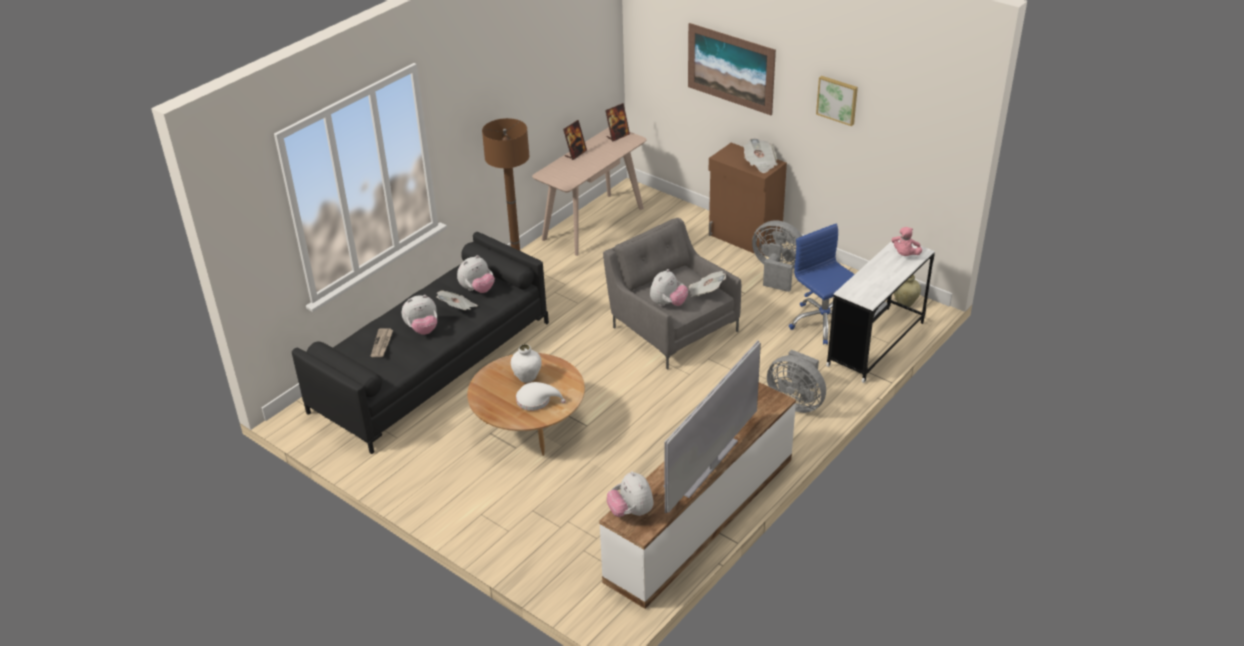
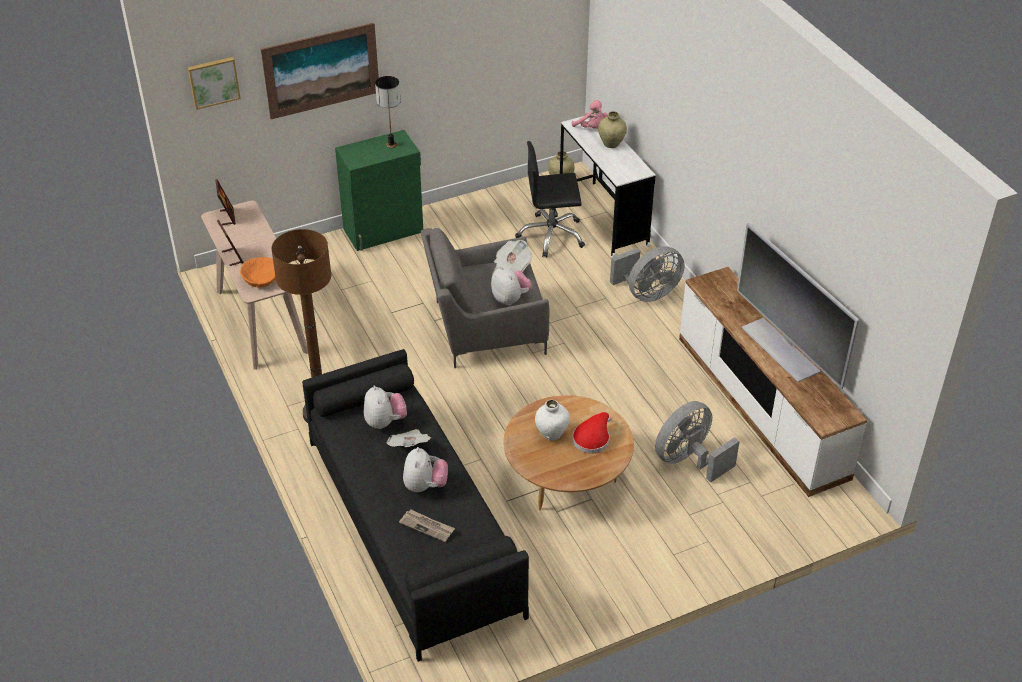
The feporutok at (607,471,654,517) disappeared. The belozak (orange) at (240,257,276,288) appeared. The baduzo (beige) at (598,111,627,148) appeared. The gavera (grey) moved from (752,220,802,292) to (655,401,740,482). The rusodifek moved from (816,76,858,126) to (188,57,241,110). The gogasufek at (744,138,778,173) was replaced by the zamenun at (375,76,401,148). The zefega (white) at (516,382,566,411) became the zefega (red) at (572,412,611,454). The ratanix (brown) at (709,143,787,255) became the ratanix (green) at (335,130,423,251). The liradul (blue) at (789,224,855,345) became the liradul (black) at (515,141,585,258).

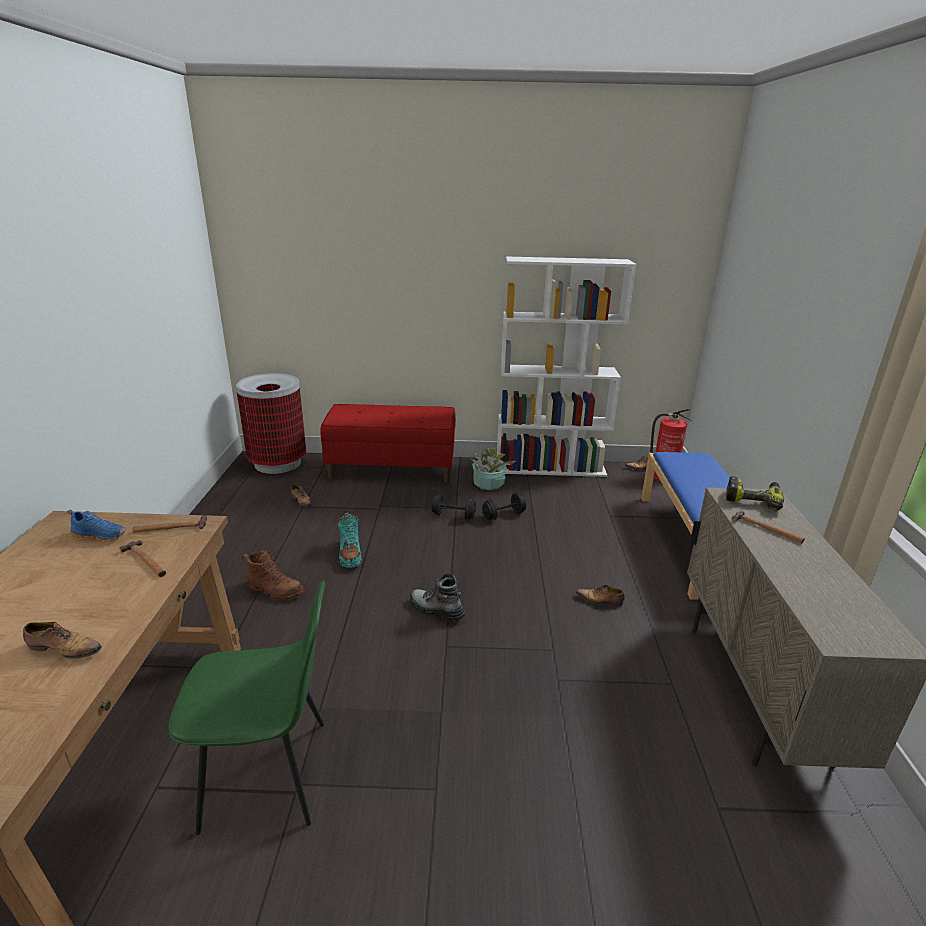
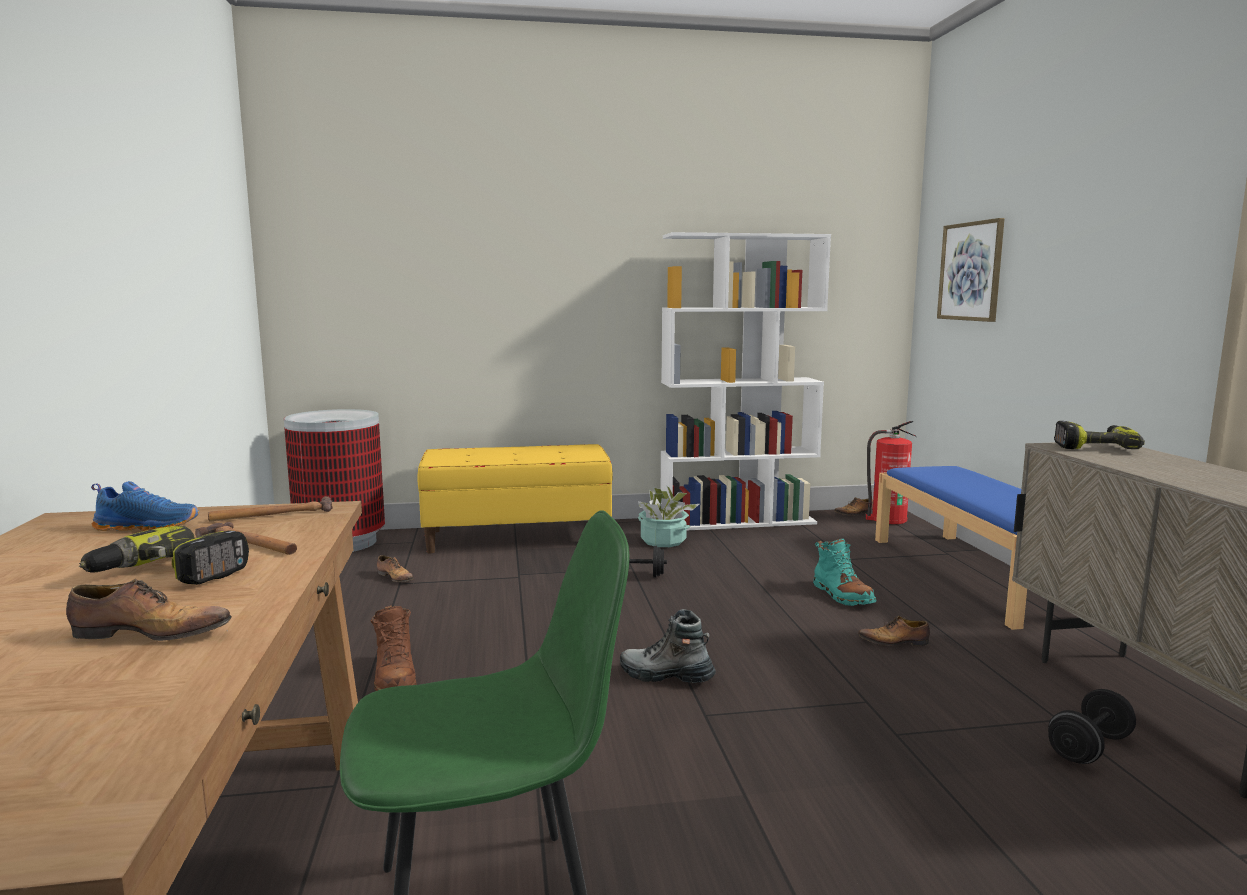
The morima at (732,511,805,544) disappeared. The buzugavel at (79,526,249,585) appeared. The rusodifek at (937,218,1005,322) appeared. The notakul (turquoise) moved from (337,512,362,568) to (813,539,876,606). The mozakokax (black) moved from (482,493,526,521) to (1048,689,1136,764). The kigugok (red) at (320,404,456,483) became the kigugok (yellow) at (418,444,613,553). The notakul (brown) at (242,550,304,601) turned 60 degrees clockwise.

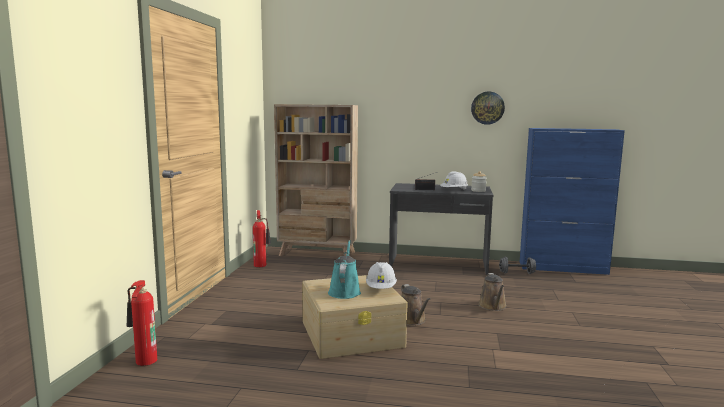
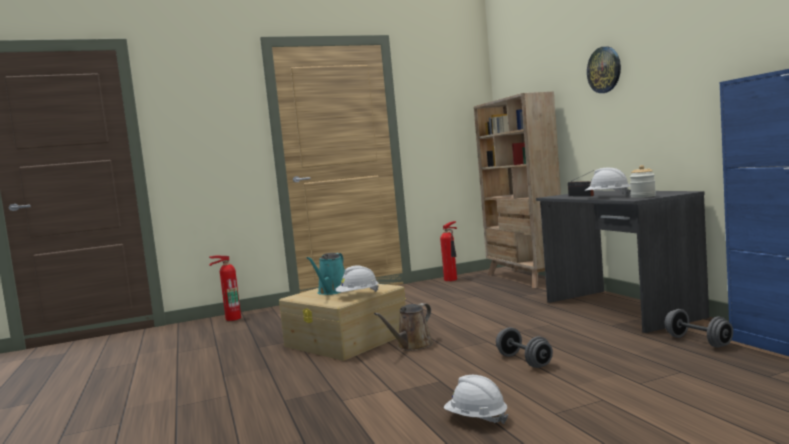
The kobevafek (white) at (444,375,508,424) appeared. The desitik moved from (471,92,505,125) to (587,47,621,93). The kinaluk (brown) at (478,273,507,311) was replaced by the mozakokax (grey) at (496,327,553,368). The kinaluk (turquoise) at (328,240,361,299) turned 135 degrees clockwise.

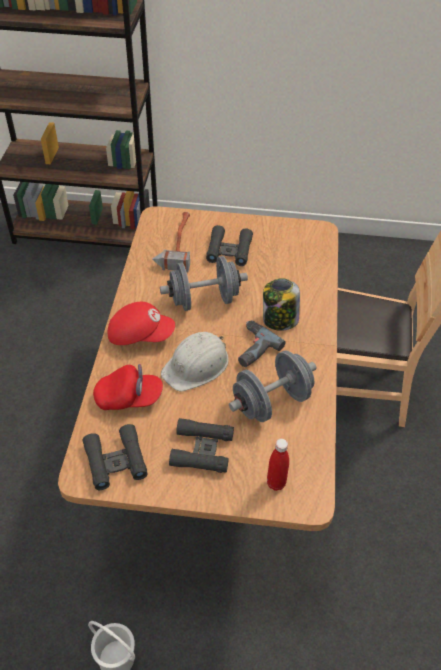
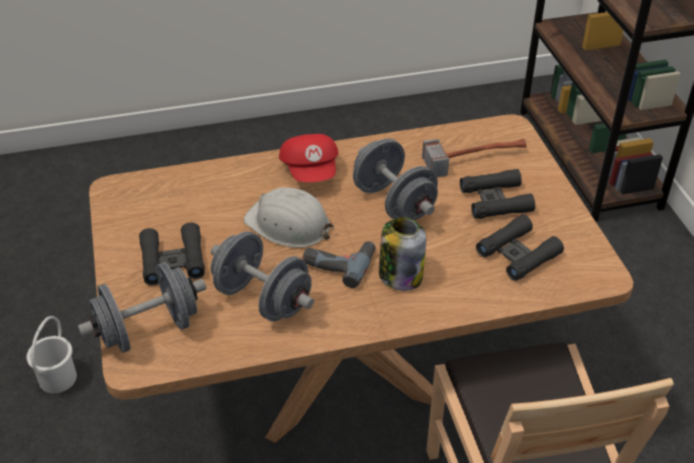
The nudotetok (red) at (93,364,163,410) disappeared. The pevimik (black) moved from (82,424,148,490) to (476,215,564,281). The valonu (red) at (267,439,289,491) was replaced by the mozakokax (grey) at (78,262,206,353).

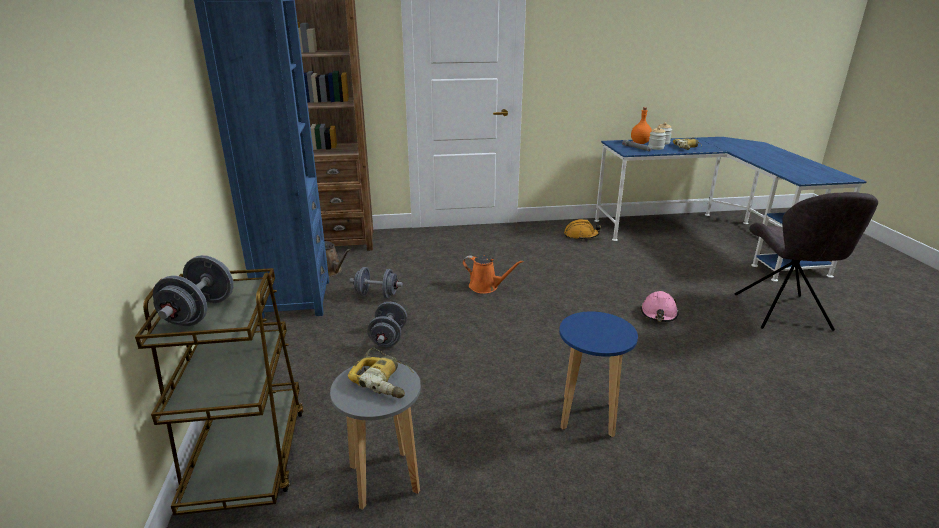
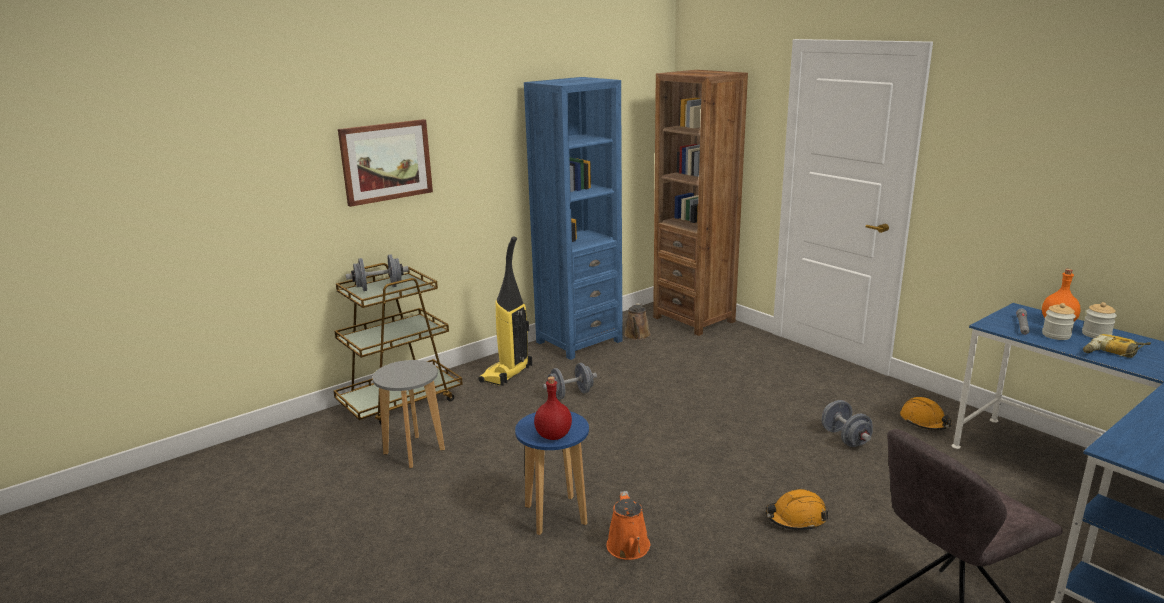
The buzugavel at (348,347,414,398) disappeared. The rusodifek at (338,119,433,207) appeared. The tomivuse at (479,236,532,386) appeared. The valonu (red) at (534,376,572,440) appeared. The mozakokax (grey) moved from (350,267,403,298) to (822,400,873,447). The kinaluk (orange) moved from (462,256,524,294) to (606,491,650,560). The kobevafek (pink) at (640,291,678,322) became the kobevafek (orange) at (766,489,828,531).

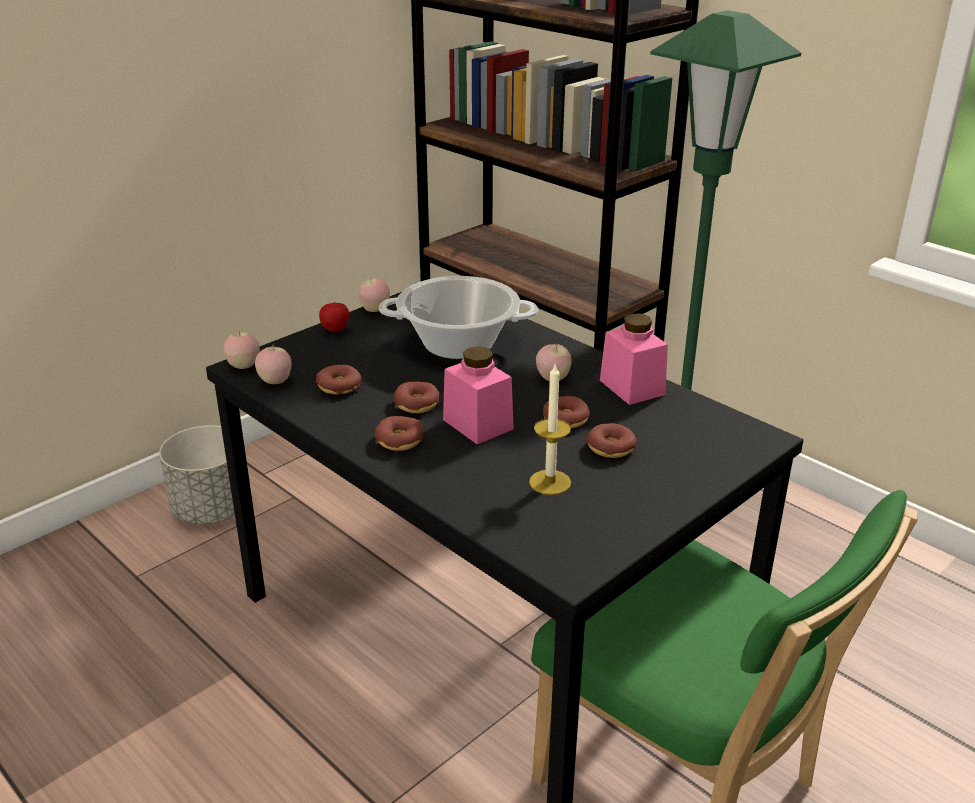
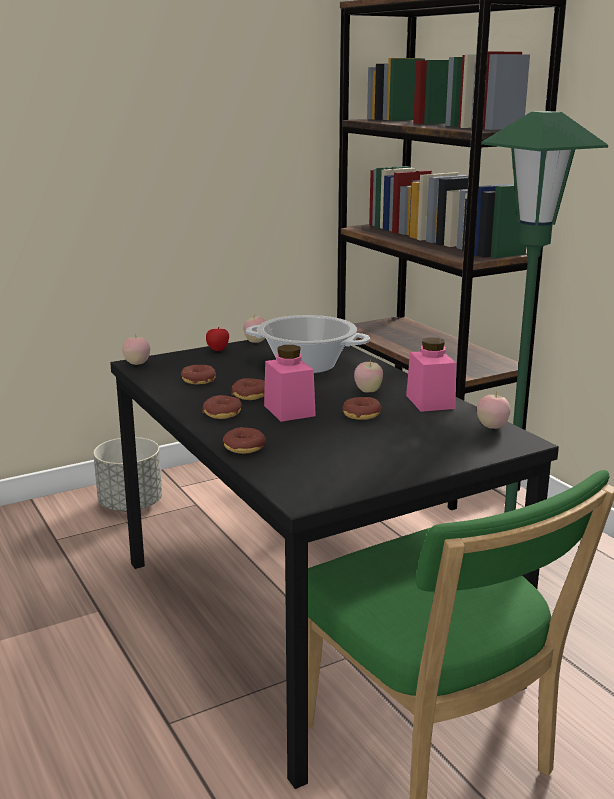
The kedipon at (529,362,571,495) disappeared. The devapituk moved from (255,345,292,384) to (477,391,510,429). The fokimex moved from (586,423,637,458) to (223,427,266,454).

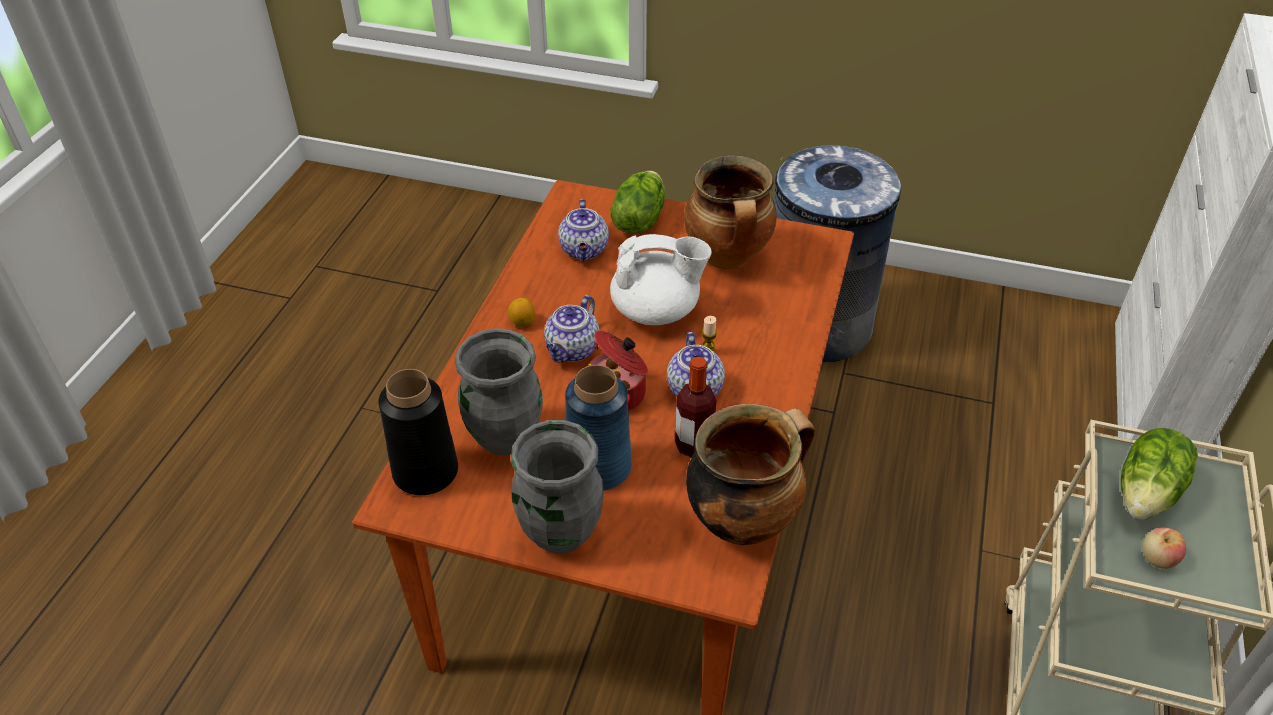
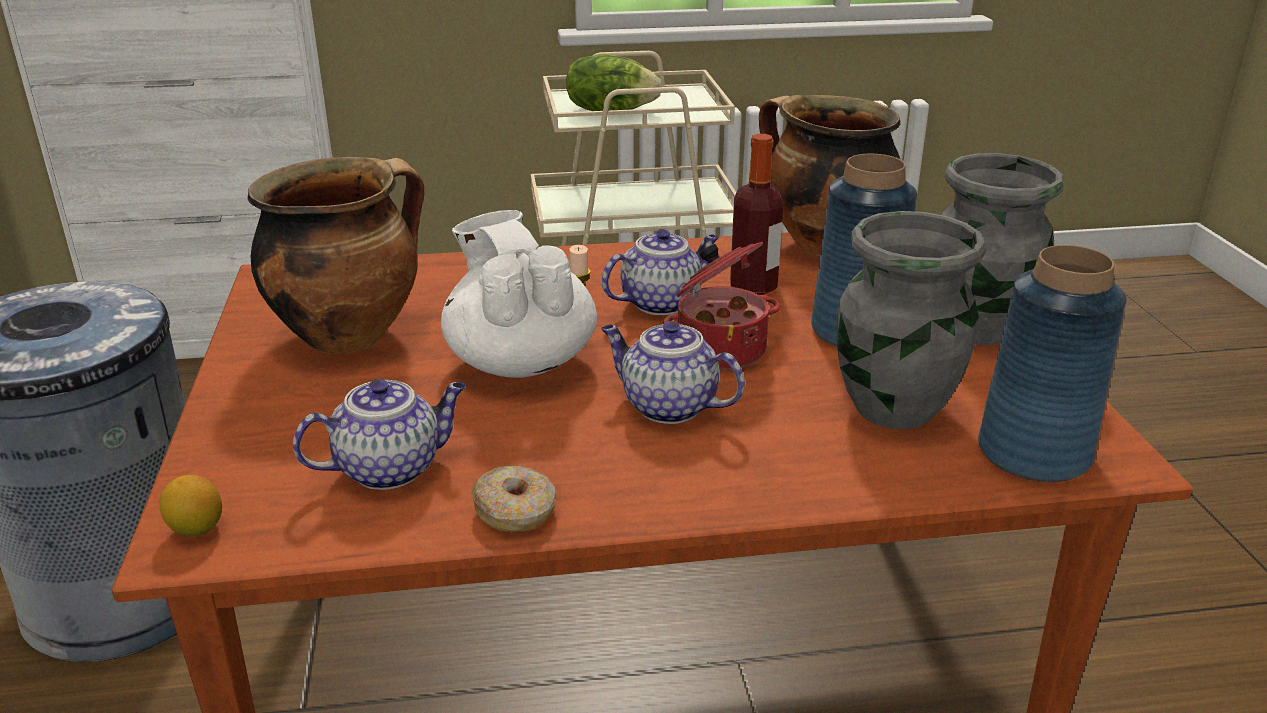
The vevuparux at (610,171,665,234) disappeared. The devapituk at (1142,528,1186,569) disappeared. The fokimex at (472,466,556,532) appeared. The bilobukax moved from (508,298,535,327) to (159,475,222,536). The baduzo (black) at (378,369,458,495) became the baduzo (blue) at (978,245,1127,483). The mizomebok at (544,295,600,363) turned 150 degrees counterclockwise.

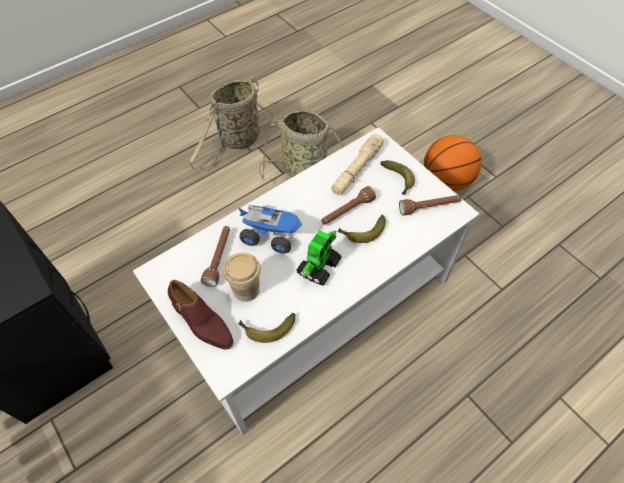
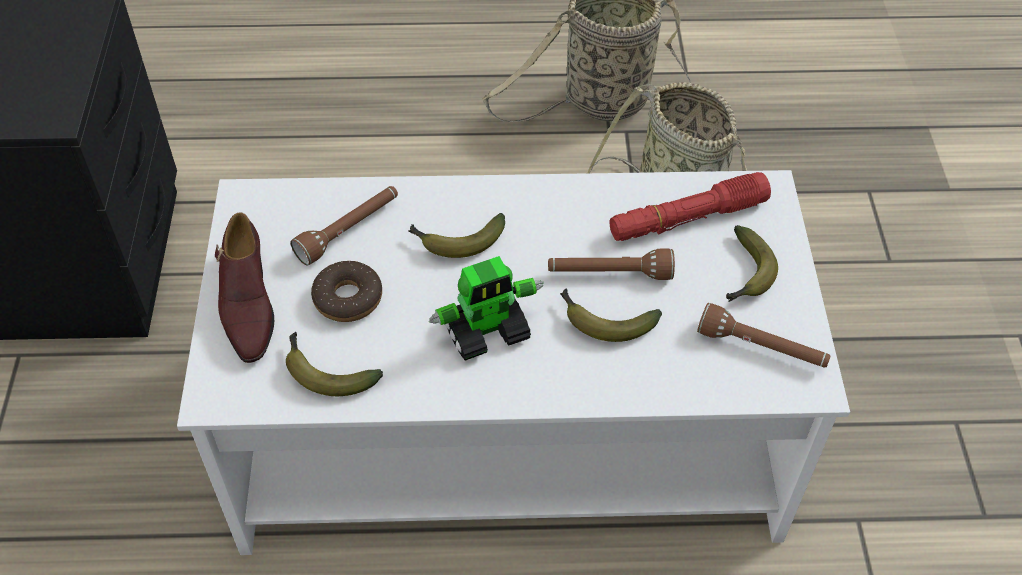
The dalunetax at (424,135,482,191) disappeared. The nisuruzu at (223,252,261,302) was replaced by the fokimex at (311,261,382,322). The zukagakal at (238,204,302,254) was replaced by the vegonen at (408,213,505,258). The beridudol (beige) at (331,134,384,195) became the beridudol (red) at (609,172,771,241).

